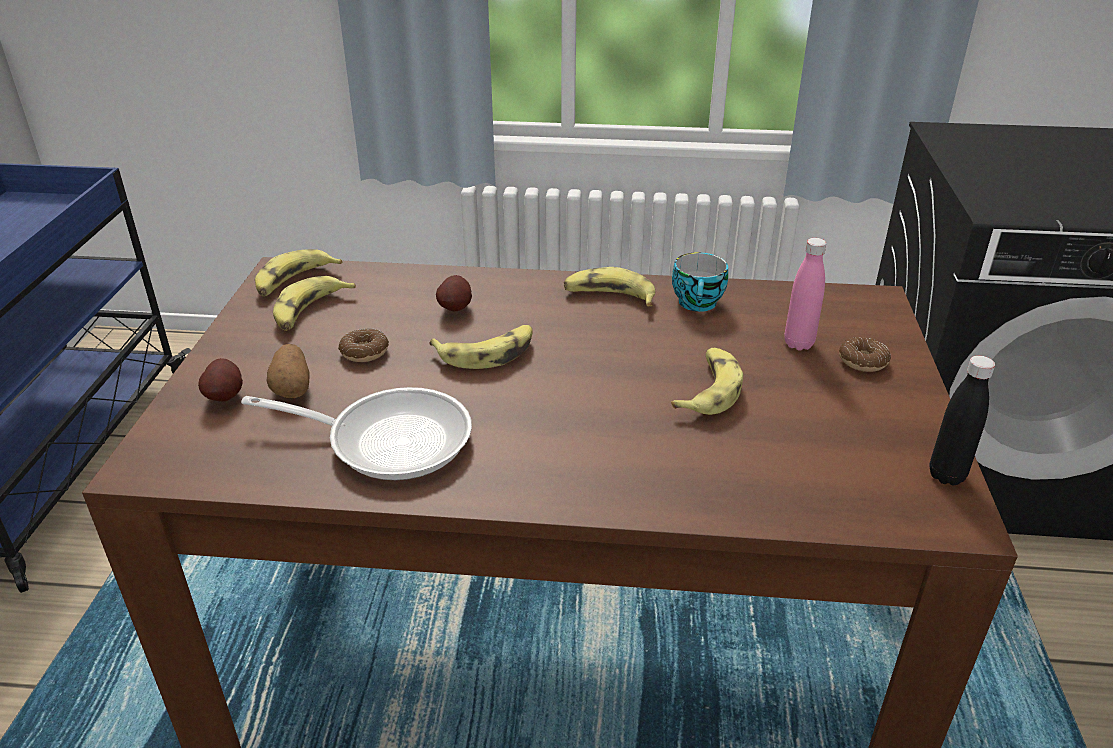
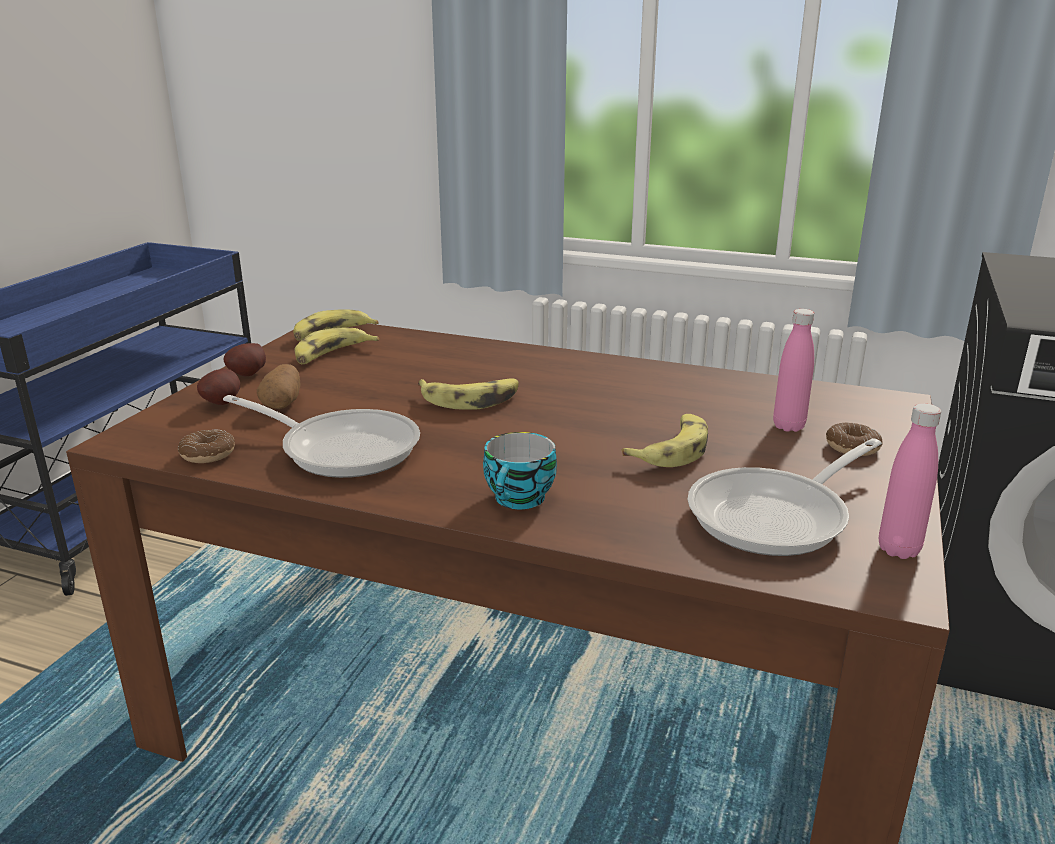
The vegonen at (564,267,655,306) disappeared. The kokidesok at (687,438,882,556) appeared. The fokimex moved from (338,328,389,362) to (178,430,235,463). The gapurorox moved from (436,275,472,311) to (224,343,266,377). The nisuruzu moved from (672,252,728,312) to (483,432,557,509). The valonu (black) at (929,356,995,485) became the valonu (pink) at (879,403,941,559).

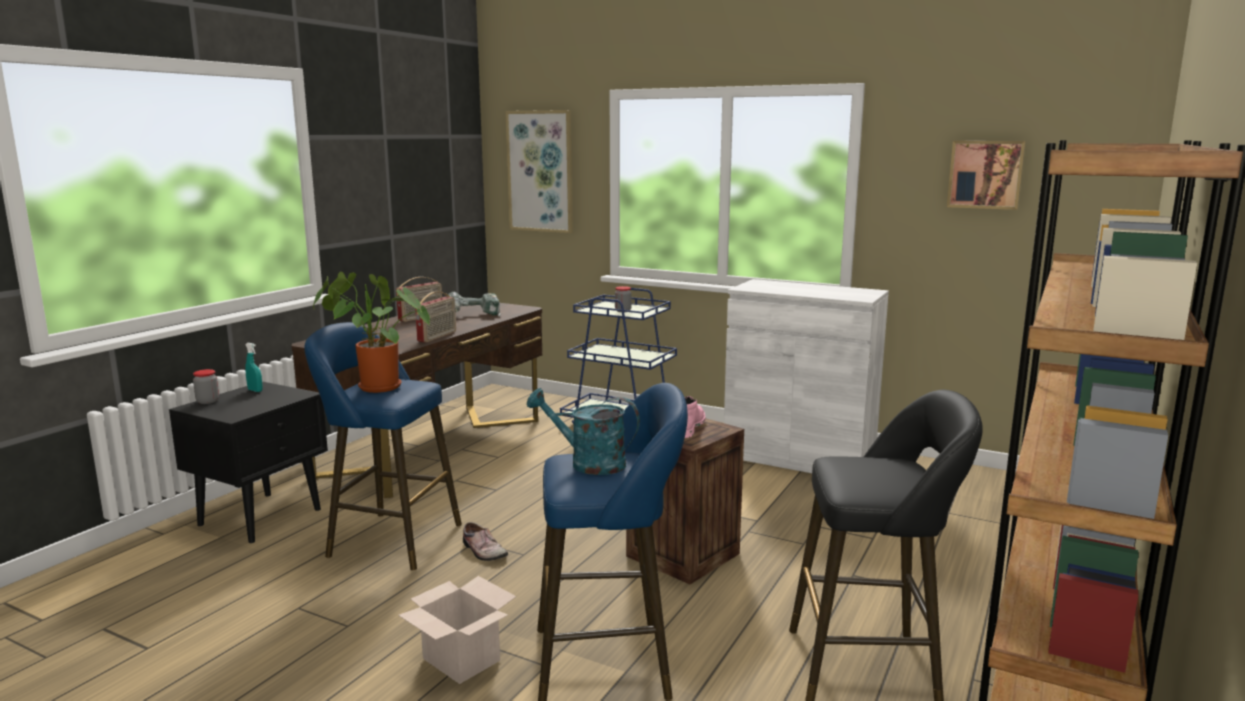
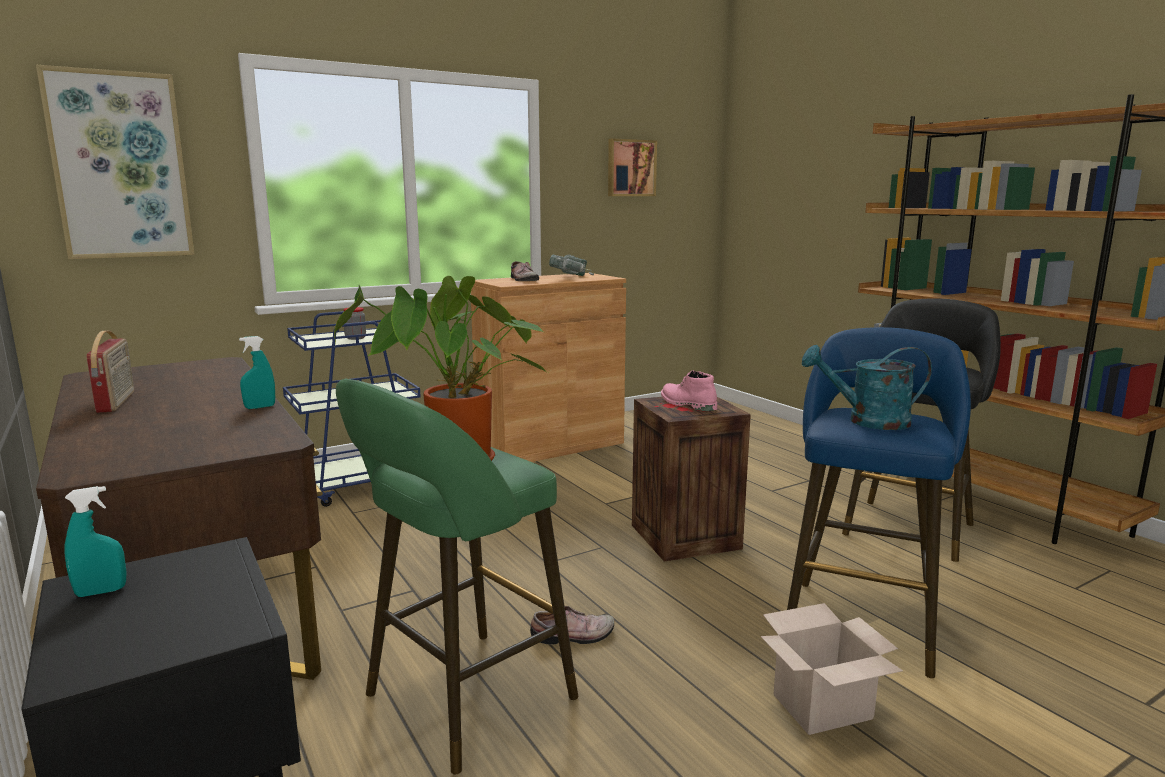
The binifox at (193,369,219,404) disappeared. The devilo at (511,261,539,281) appeared. The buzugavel moved from (448,291,501,316) to (549,254,594,276). The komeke at (415,291,456,343) was replaced by the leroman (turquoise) at (239,336,275,409). The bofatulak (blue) at (304,322,462,570) became the bofatulak (green) at (336,379,578,774). The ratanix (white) at (724,279,889,473) became the ratanix (brown) at (471,273,626,462). The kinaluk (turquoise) at (527,388,640,475) turned 45 degrees clockwise.

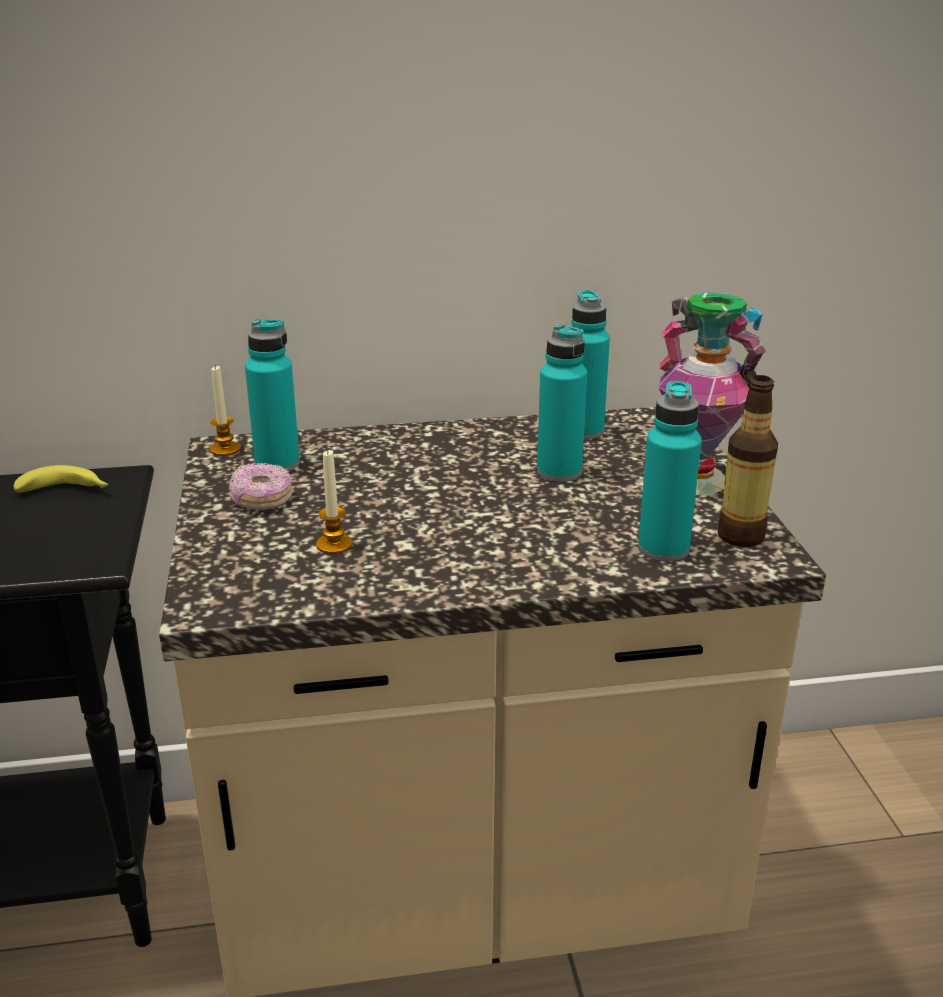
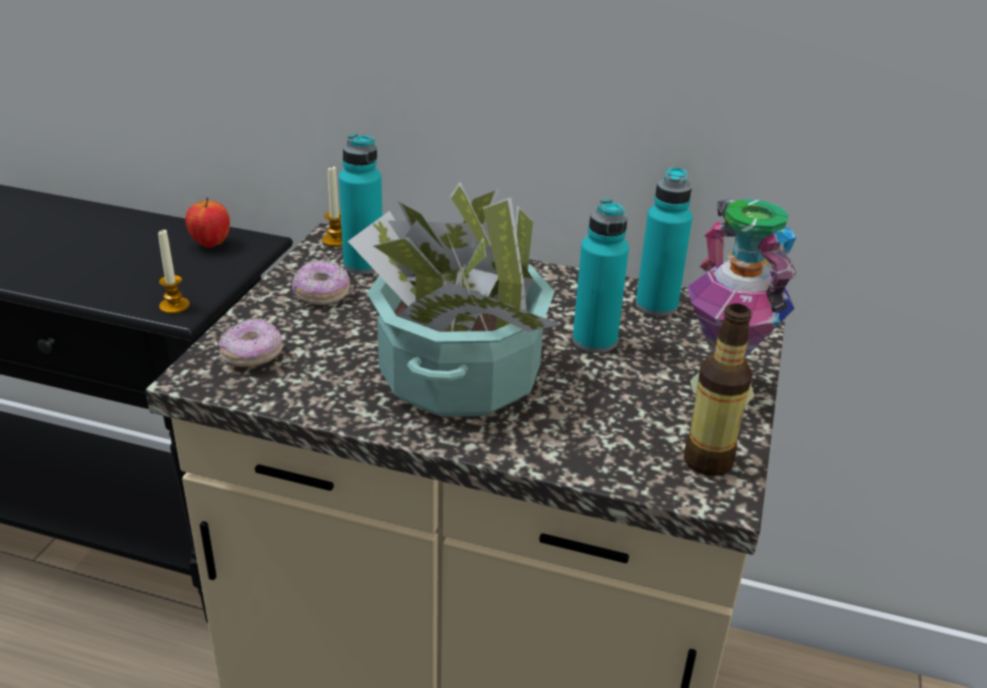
The valonu (turquoise) at (638,381,702,562) disappeared. The fokimex at (219,318,283,367) appeared. The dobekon at (348,182,561,417) appeared. The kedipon moved from (316,449,352,554) to (158,230,190,314). The vegonen at (14,465,109,493) was replaced by the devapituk at (185,197,230,248).

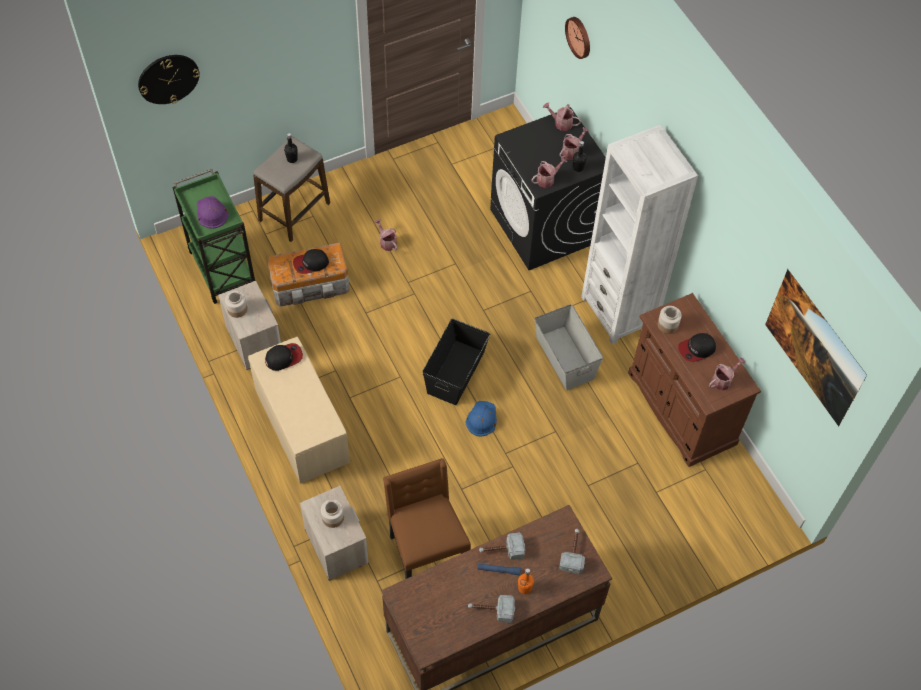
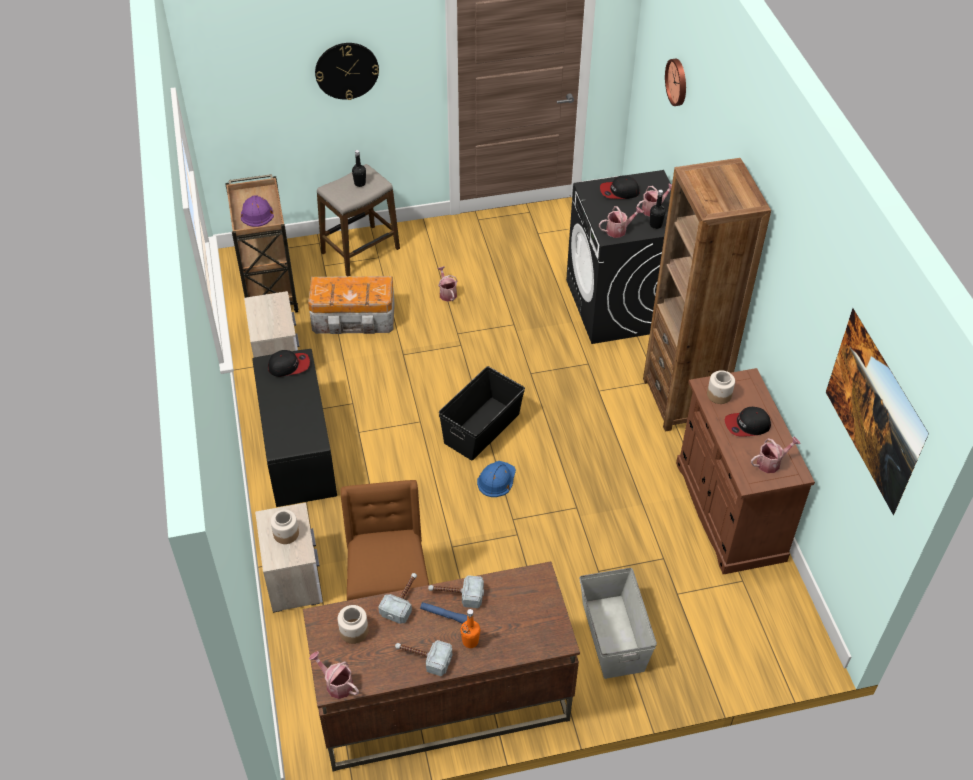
The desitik moved from (138,55,200,104) to (315,43,379,100). The binifox moved from (225,291,247,318) to (338,605,368,644). The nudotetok moved from (293,249,329,274) to (600,176,639,199). The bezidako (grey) moved from (534,304,603,390) to (579,568,657,679). The kinaluk moved from (543,102,581,131) to (309,651,359,699). The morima moved from (559,529,585,574) to (378,573,417,624). The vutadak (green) at (172,169,256,304) became the vutadak (brown) at (225,174,299,313). The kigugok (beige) at (248,337,350,484) became the kigugok (black) at (252,349,337,507). The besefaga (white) at (581,125,698,344) became the besefaga (brown) at (643,158,771,432).

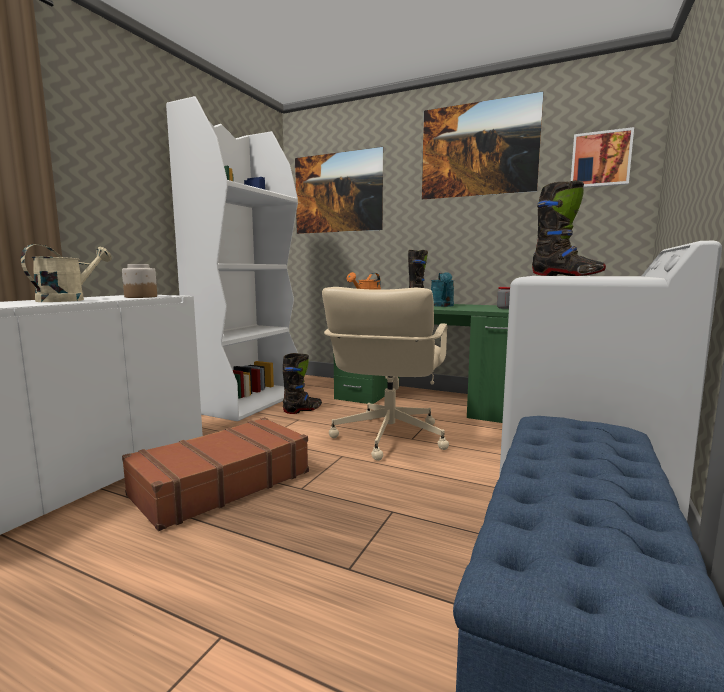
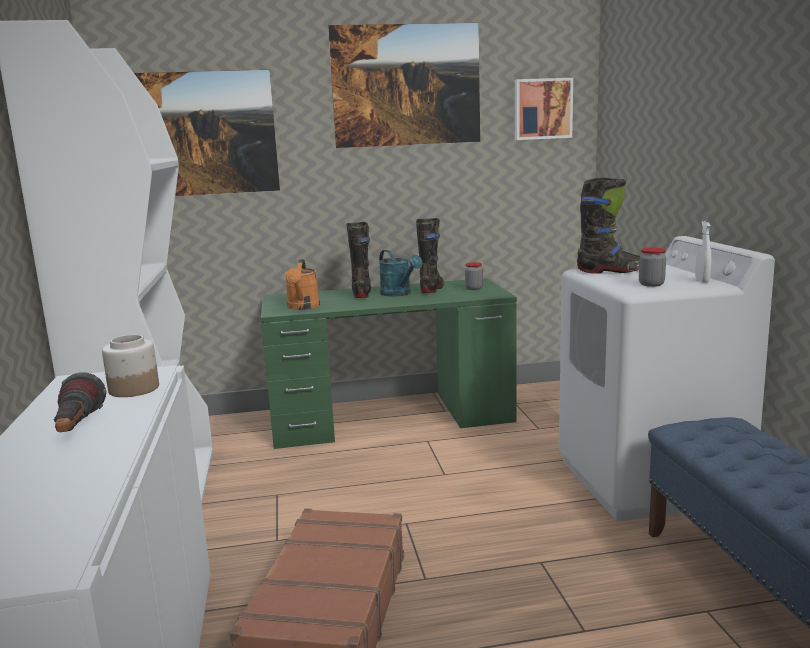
The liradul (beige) at (322,287,449,461) disappeared. The binifox at (639,247,666,287) appeared. The leroman (white) at (695,221,711,283) appeared. The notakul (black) moved from (283,353,322,414) to (416,218,444,293). The kinaluk (beige) at (21,244,112,302) was replaced by the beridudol at (54,372,107,432).

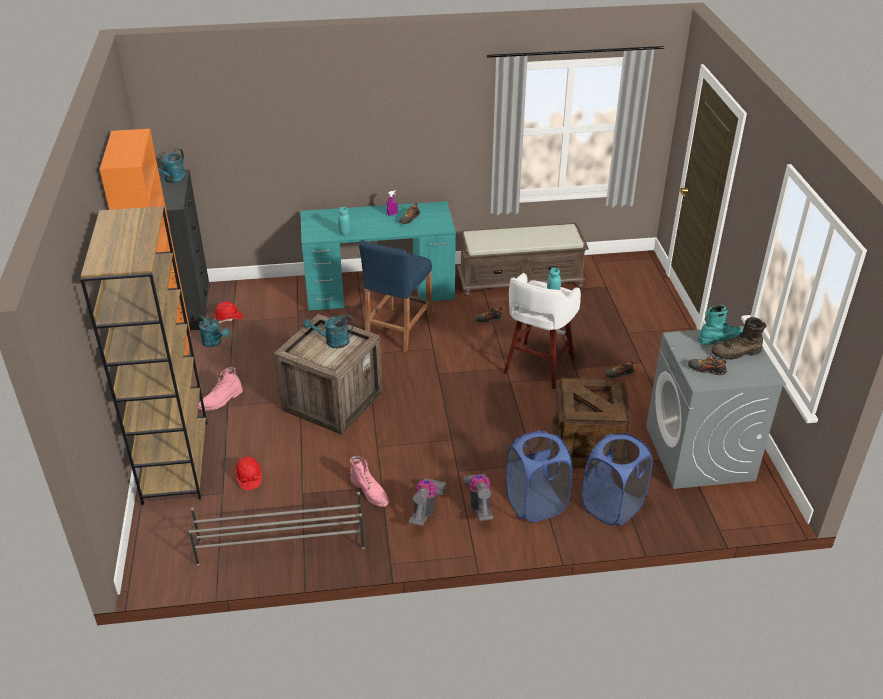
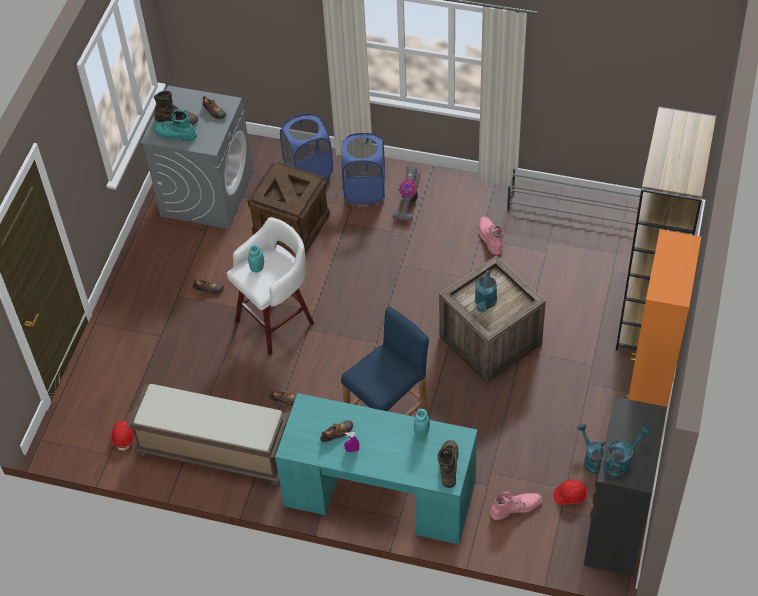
The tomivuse at (409,478,446,526) disappeared. The notakul (brown) at (438,440,458,488) appeared. The notakul (pink) moved from (198,367,243,411) to (490,492,542,520). The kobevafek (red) moved from (235,457,262,490) to (111,421,135,451). The kinaluk (turquoise) at (303,315,354,348) turned 90 degrees clockwise.

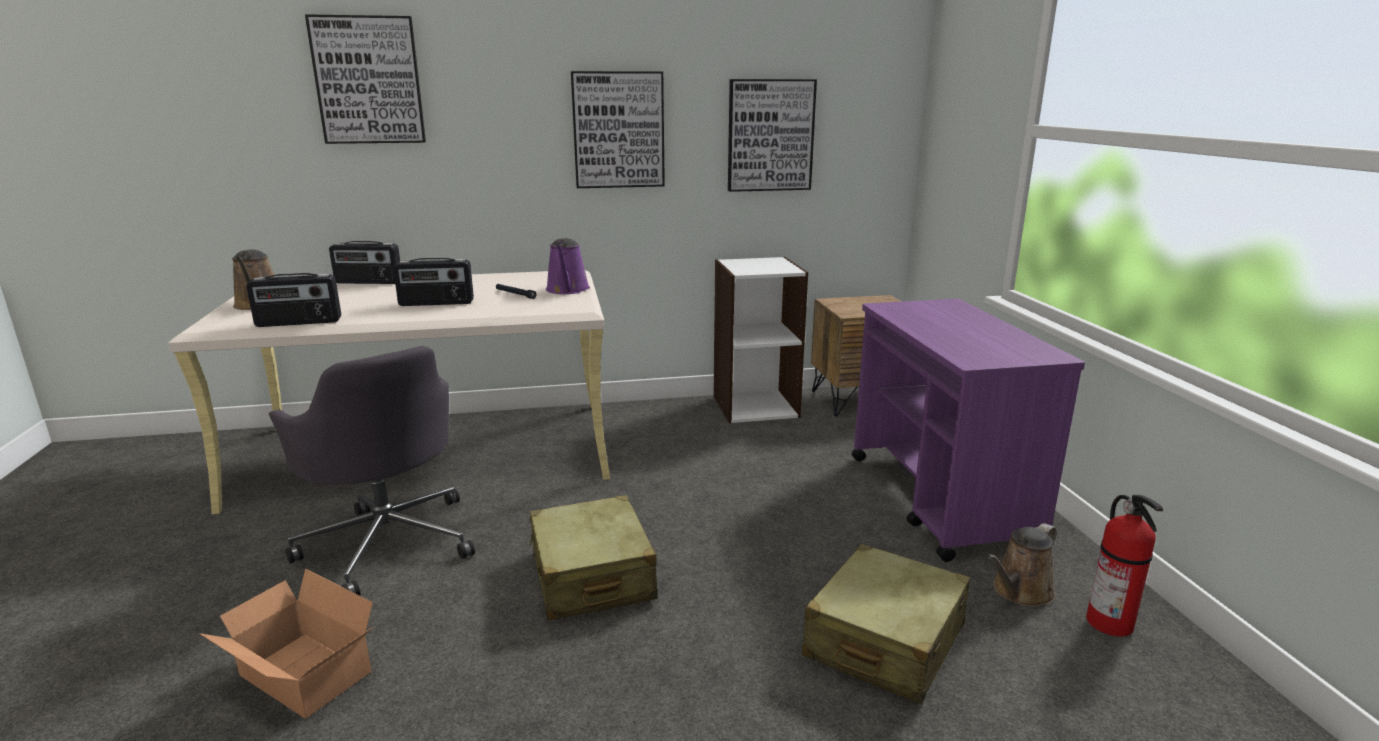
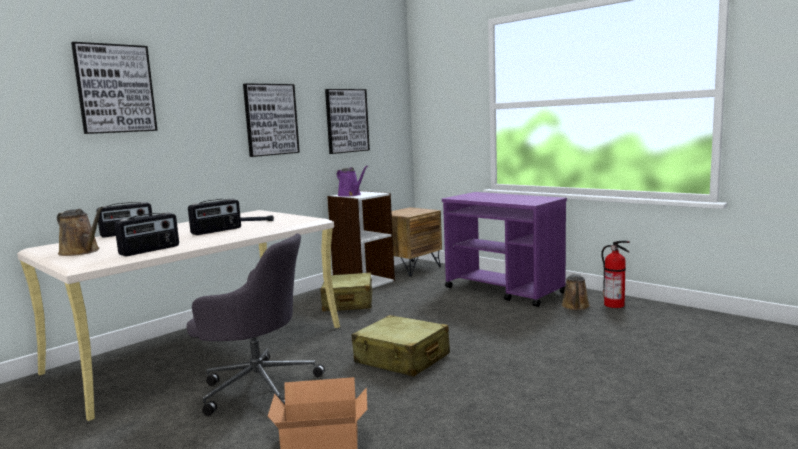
The kinaluk (purple) moved from (546,238,590,294) to (337,166,368,197). The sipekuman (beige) moved from (802,544,970,704) to (320,272,373,312).

